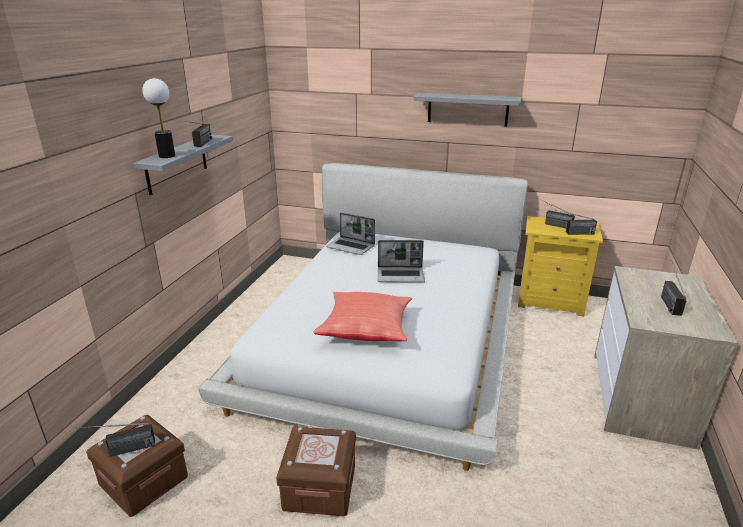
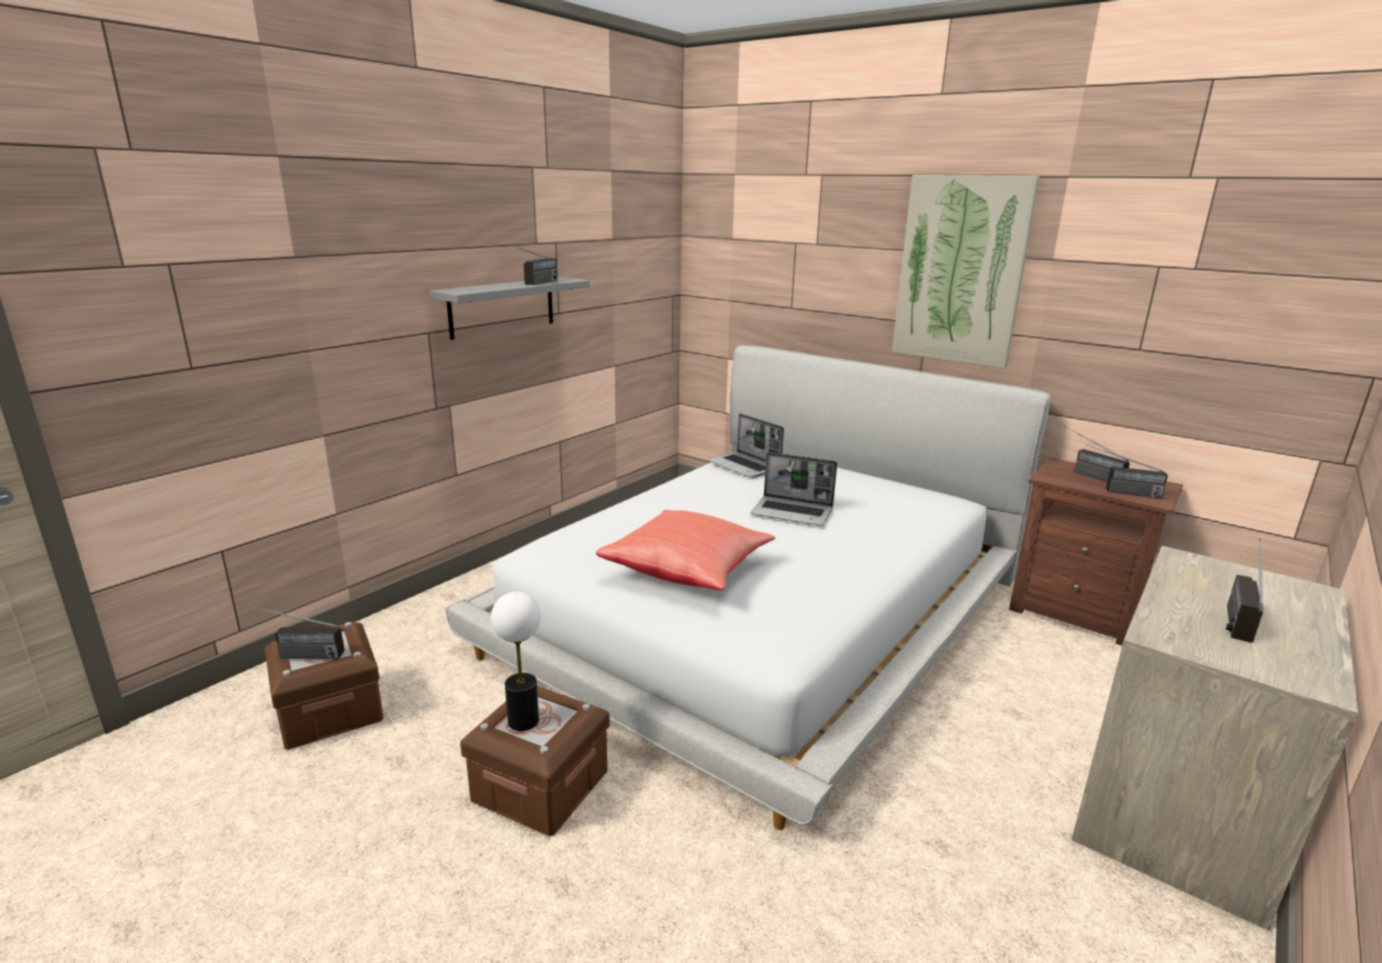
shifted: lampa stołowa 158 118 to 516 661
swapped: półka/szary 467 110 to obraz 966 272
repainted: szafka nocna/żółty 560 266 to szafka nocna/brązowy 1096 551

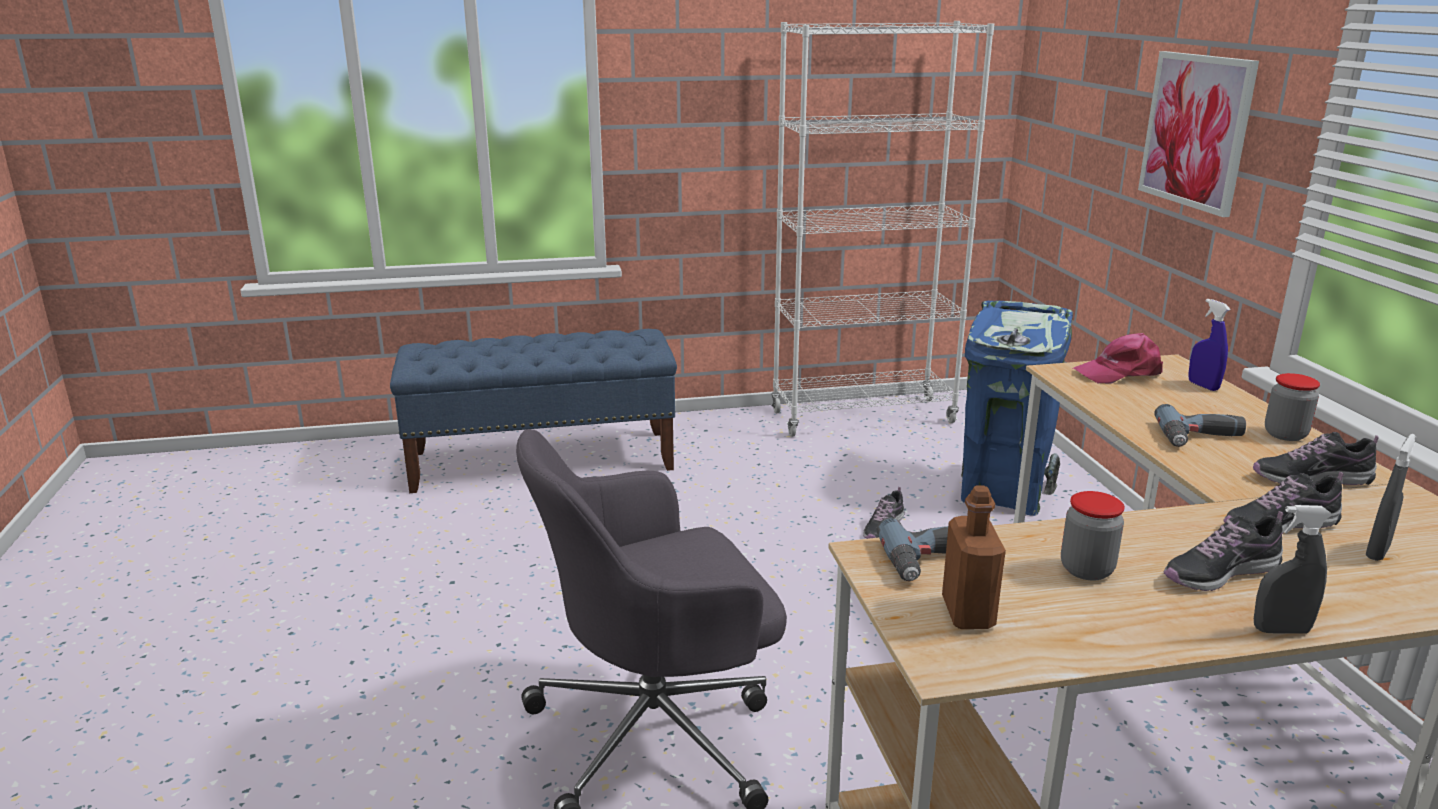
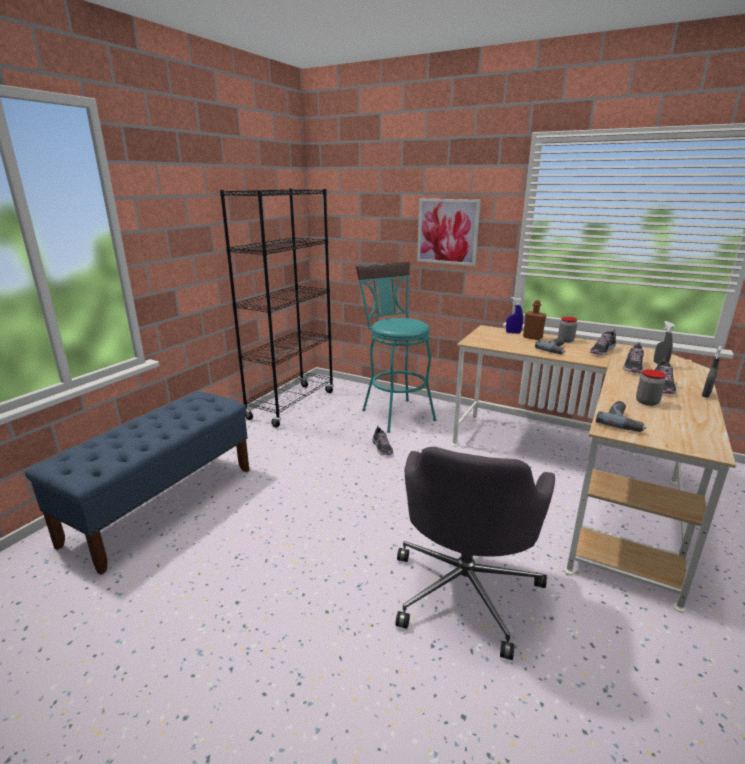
gone: czapka z daszkiem/różowy 1118 358
shifted: butelka/brązowy 974 557 to 534 320
swapped: kosz na śmieci/niebieski 1017 408 to stołek/turkusowy 396 347
repainted: regał/biały 882 229 to regał/czarny 277 308

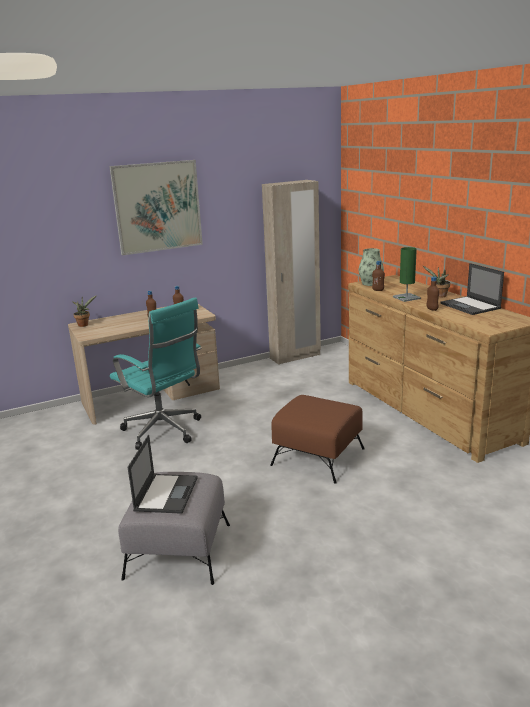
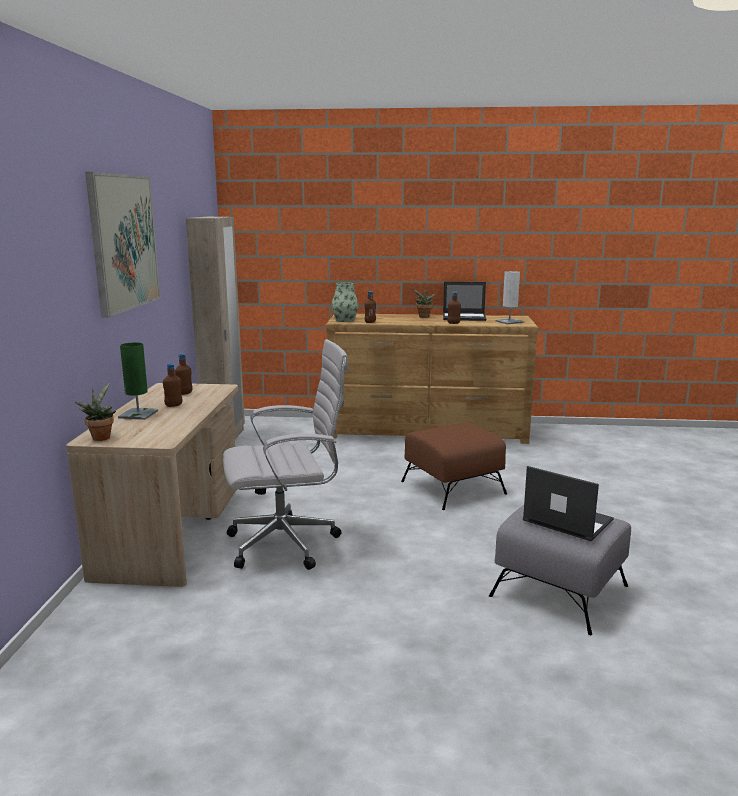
new: lampa stołowa/biały 509 297
shifted: lampa stołowa/zielony 407 274 to 138 381
repainted: krzesło biurowe/turkusowy 156 373 to krzesło biurowe/biały 286 454

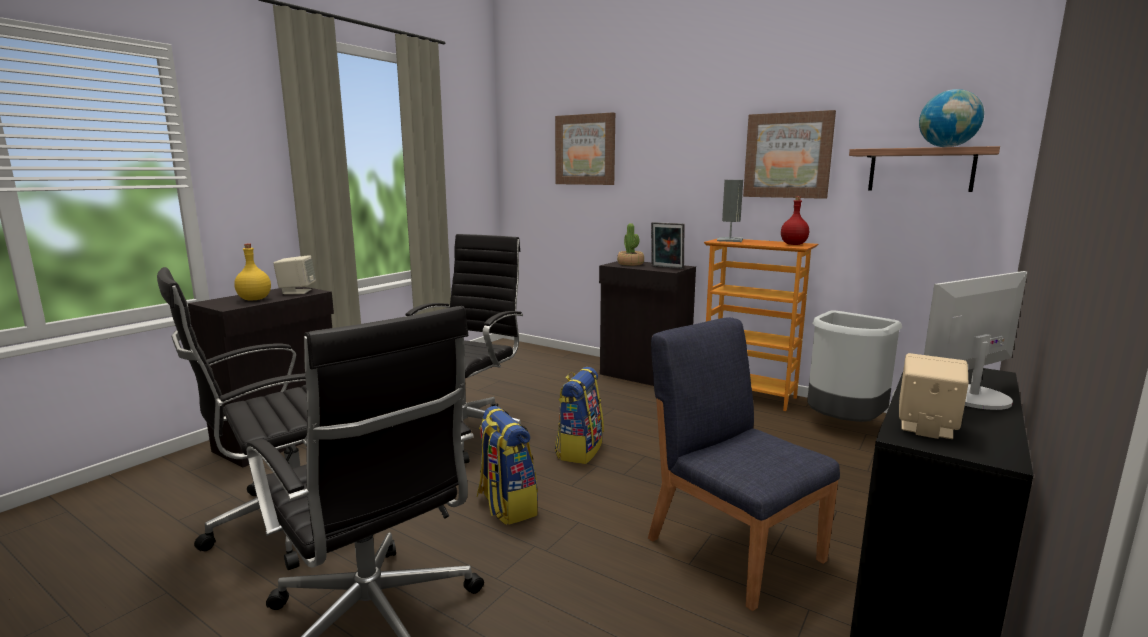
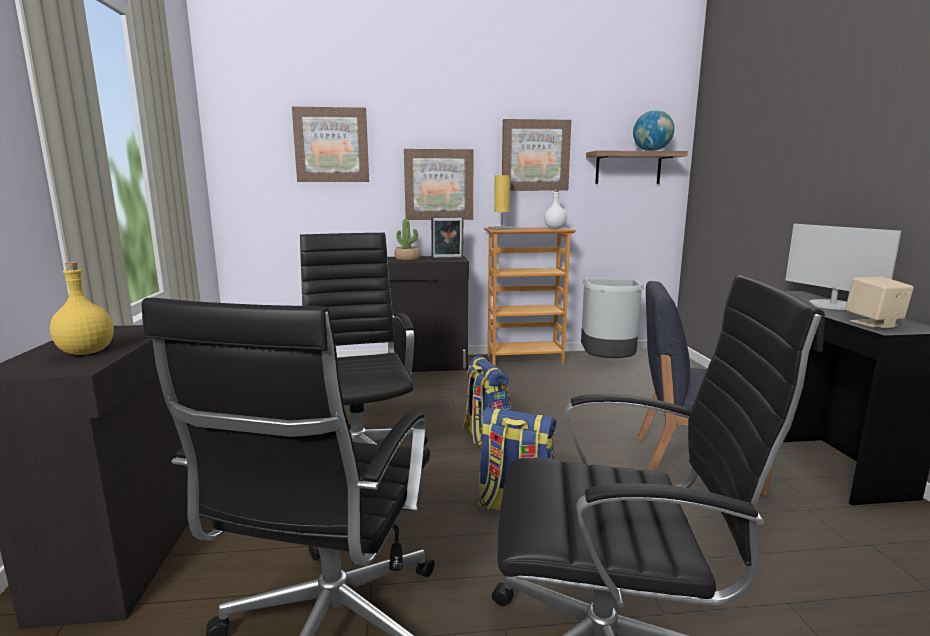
gone: głośnik/beżowy 294 274
new: obraz 438 184
repainted: lampa stołowa/szary 730 211 to lampa stołowa/żółty 502 202; butelka/czerwony 795 221 to butelka/biały 555 209
rotated: monitor 976 340 = 843 267 45 degrees counterclockwise

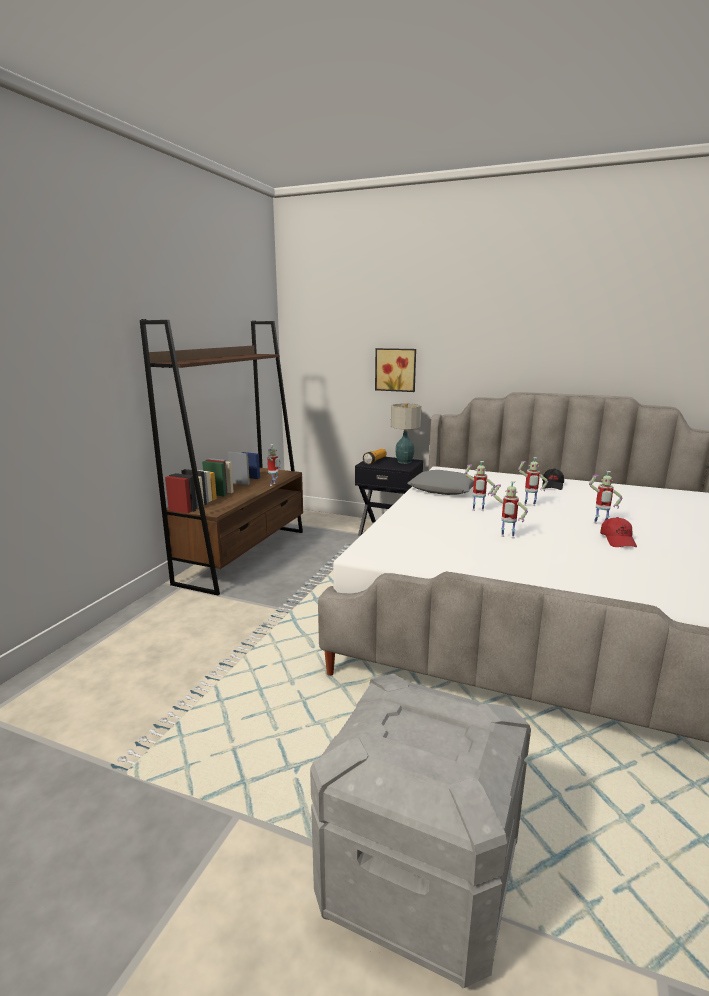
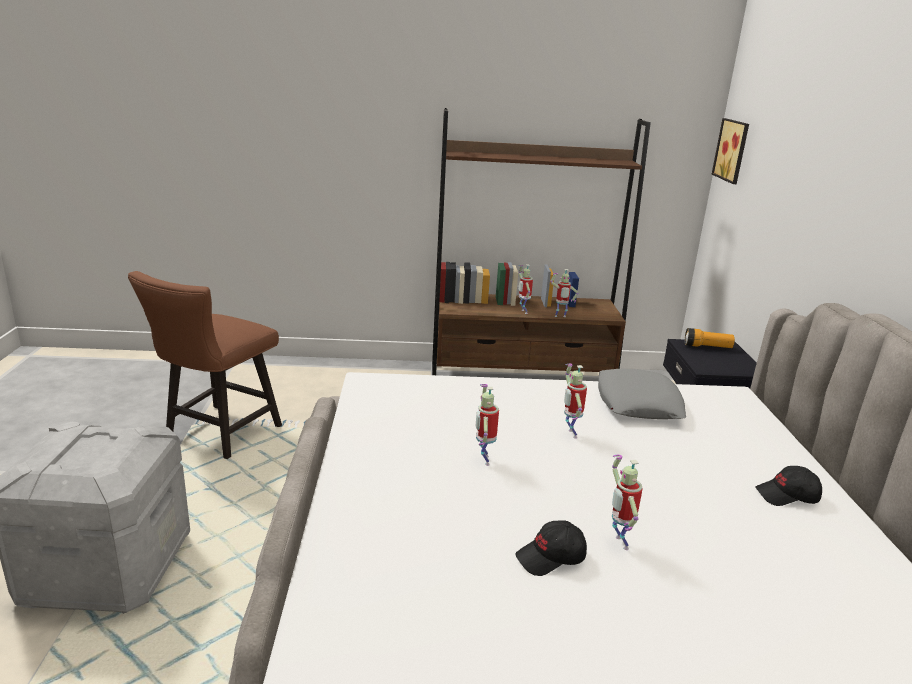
gone: lampa stołowa 406 433
new: krzesło/brązowy 205 365
shifted: obraz 395 370 to 730 151; robot zabawkowy 533 481 to 526 289
repainted: czapka z daszkiem/czerwony 618 532 to czapka z daszkiem/czarny 551 548

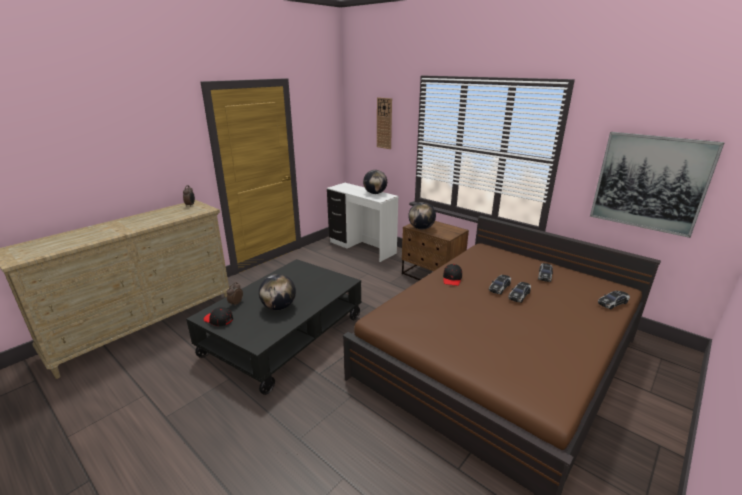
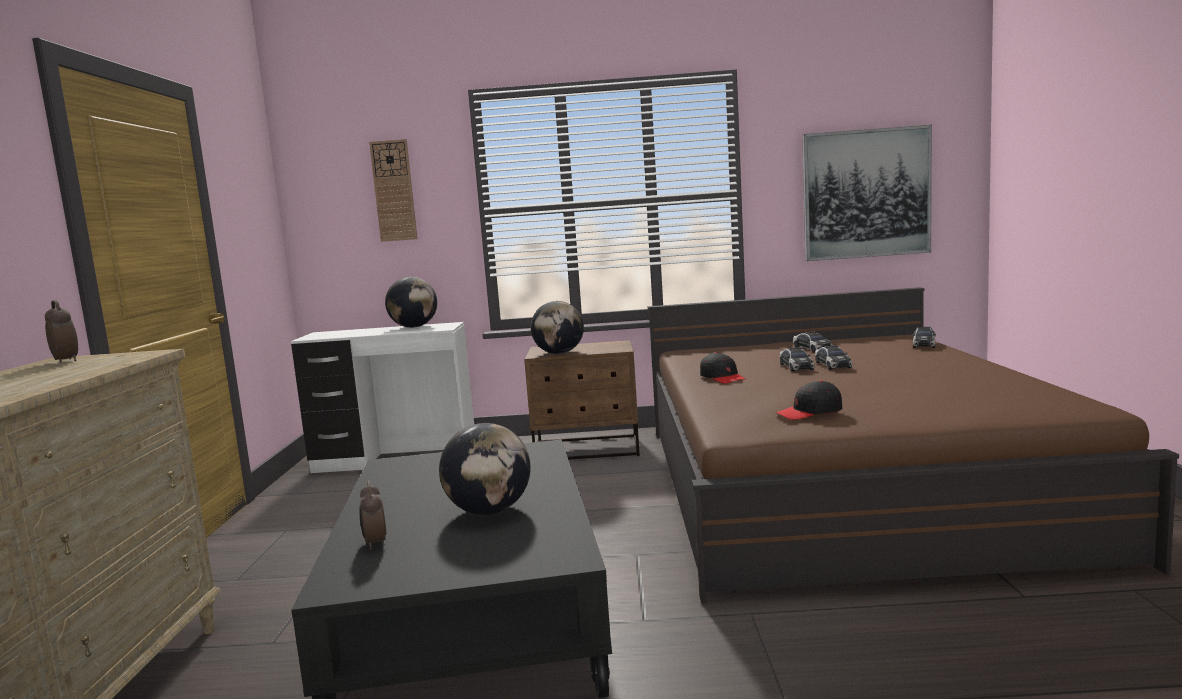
shifted: czapka z daszkiem/czarny 218 316 to 809 400

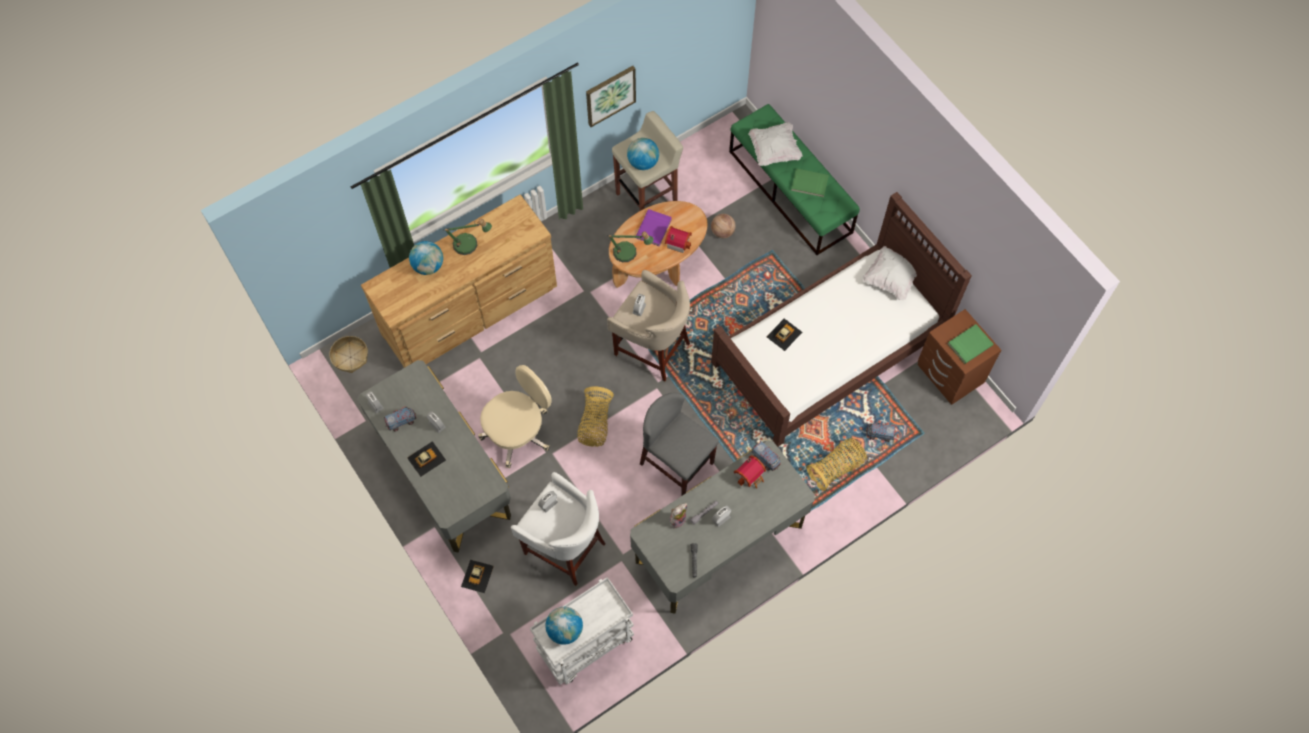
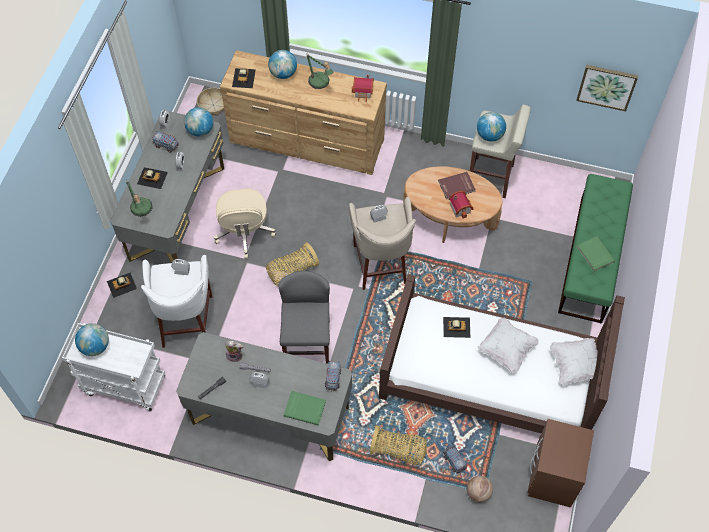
new: globus 198 122; samochodzik 244 78
shifted: obraz 611 96 to 607 88; lampa stołowa 630 246 to 139 198; piłka do koszykówki 723 226 to 480 489; domek 750 472 to 363 88; poduszka/biały 775 144 to 508 345; książka/zielony 970 344 to 305 408
repainted: książka/fioletowy 654 227 to książka/czerwony 457 186
rotated: krzesło biurowe/beżowy 515 416 = 245 223 75 degrees clockwise

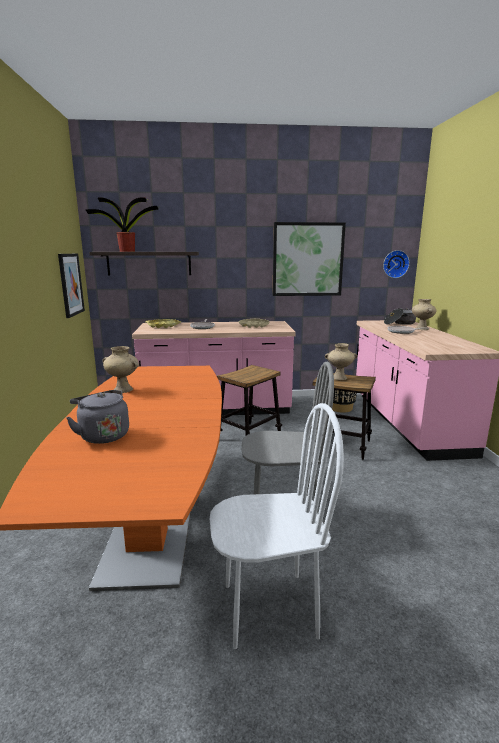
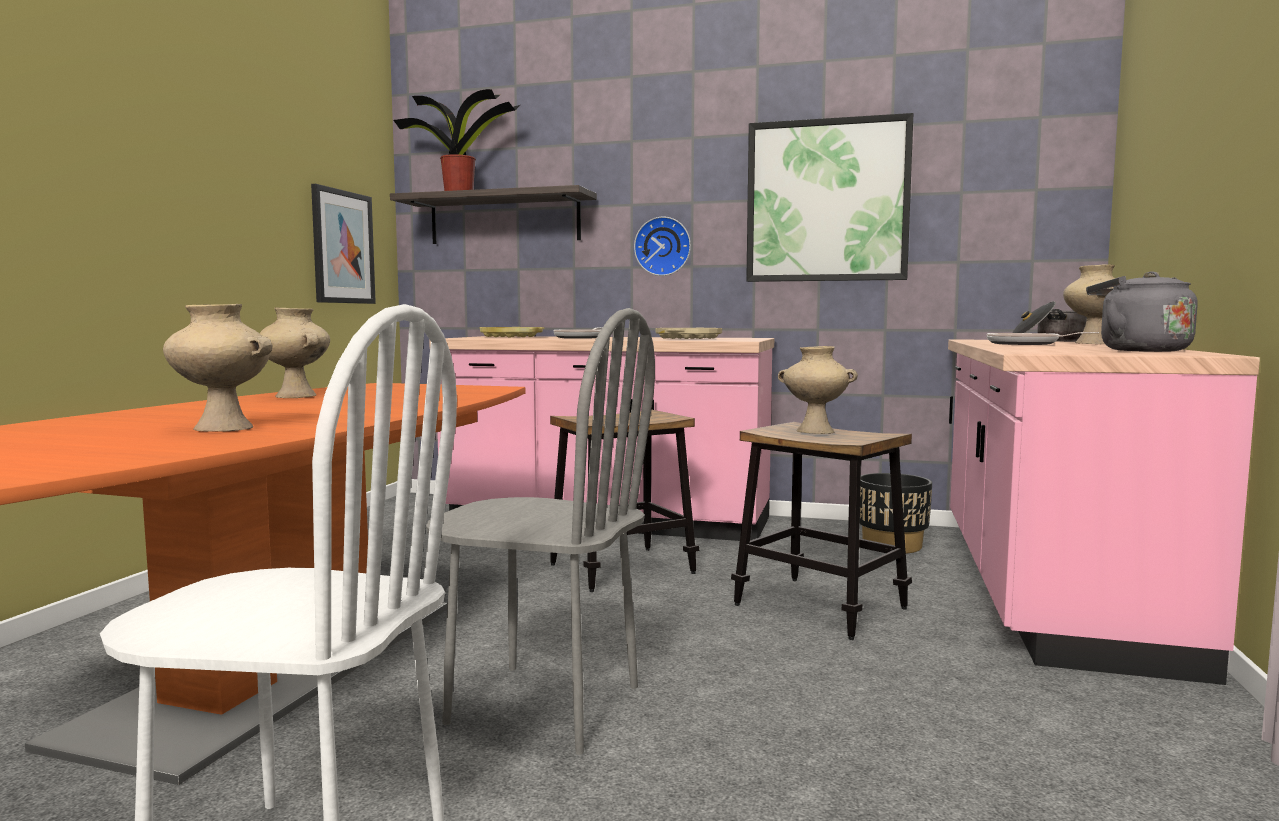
new: wazon/beżowy 218 368
shifted: czajnik/szary 97 417 to 1142 311; zegar ścienny 396 264 to 662 246

